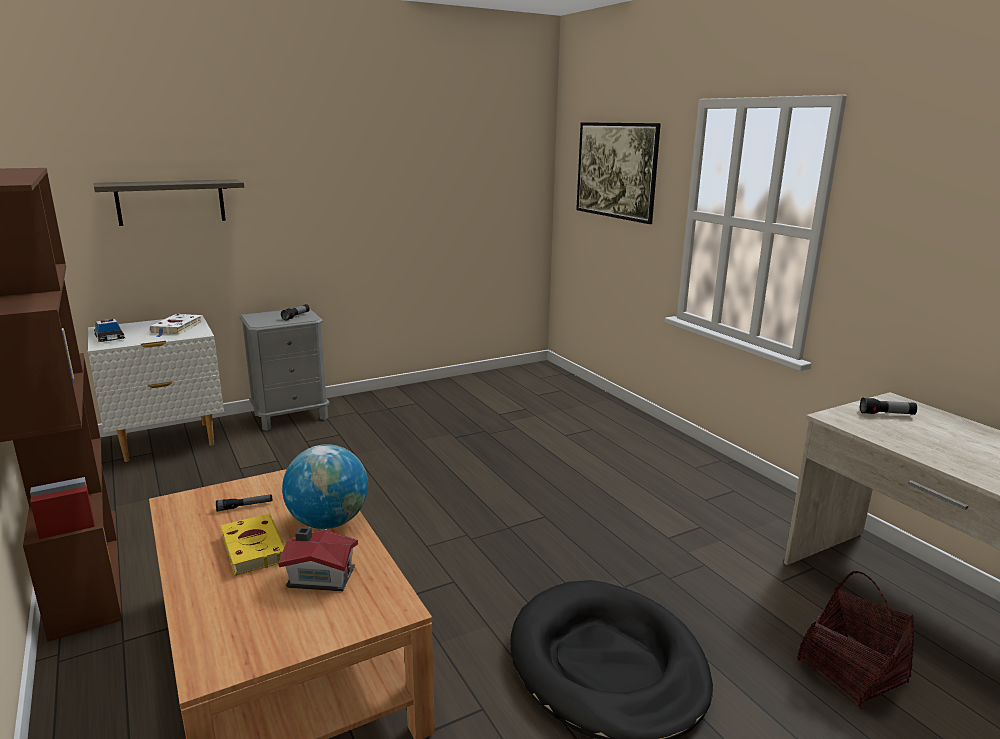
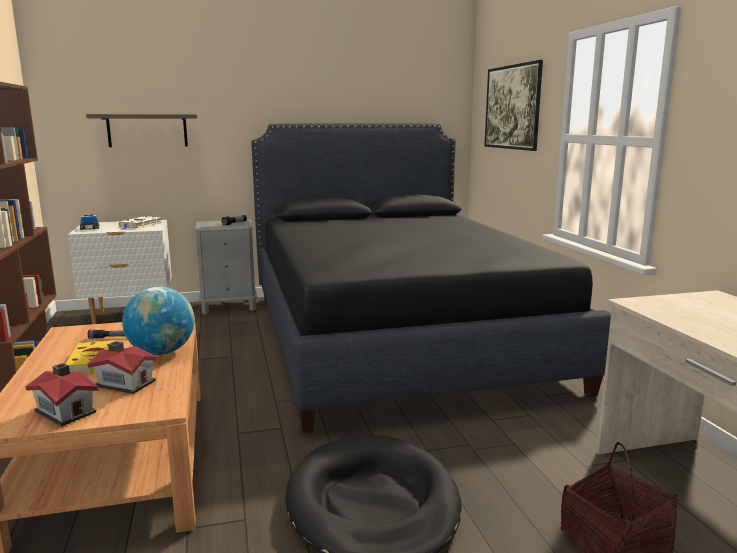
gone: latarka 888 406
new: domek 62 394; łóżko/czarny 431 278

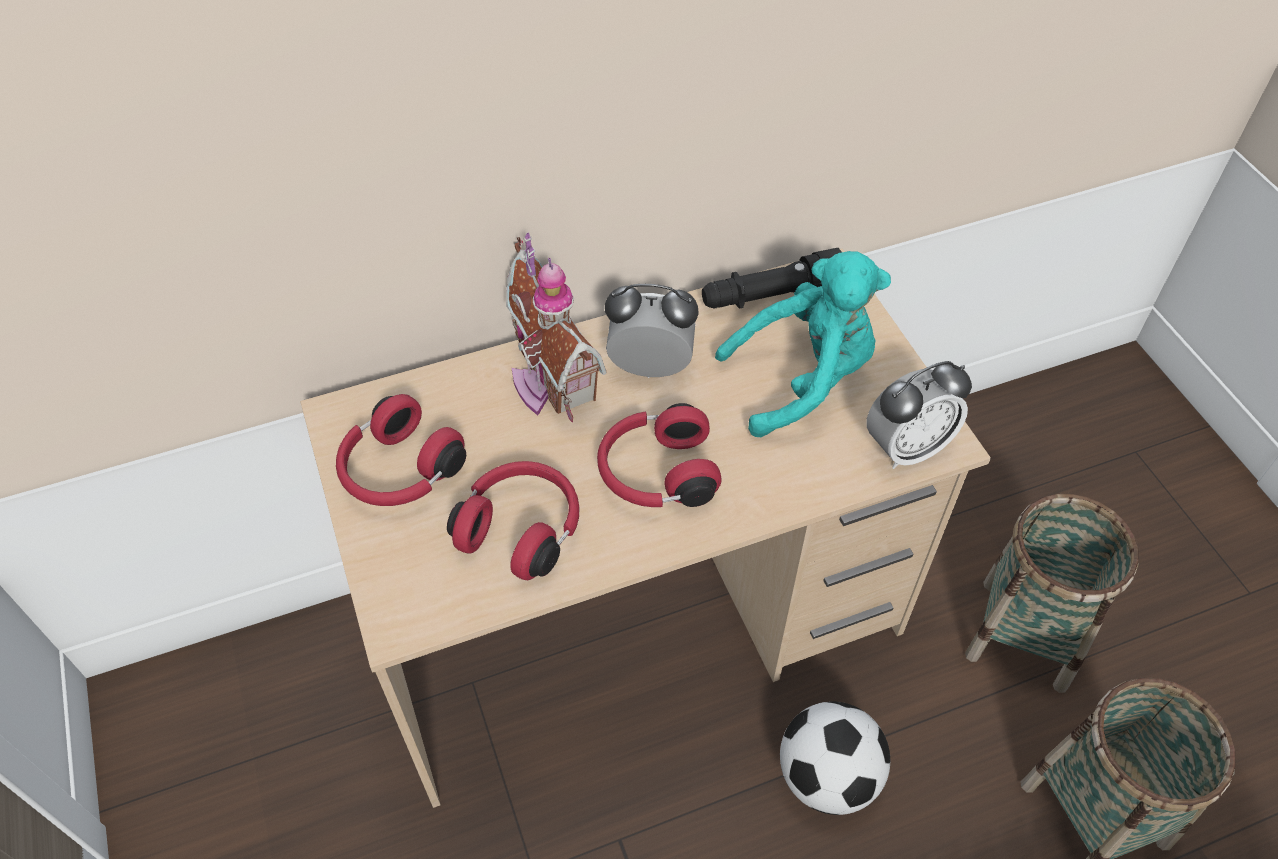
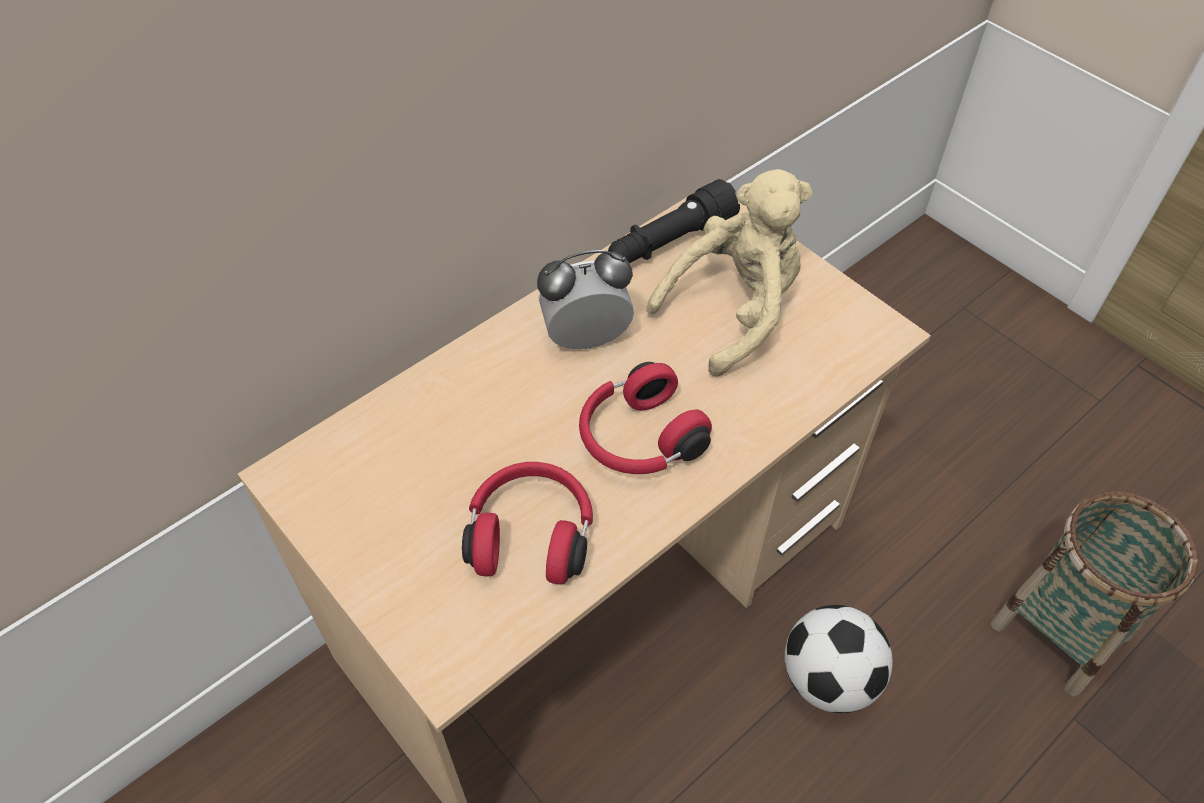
gone: słuchawki/czerwony 401 450; domek 556 327; budzik 919 415; koszyk 1052 593
repainted: pluszak/turkusowy 803 344 to pluszak/beżowy 729 272

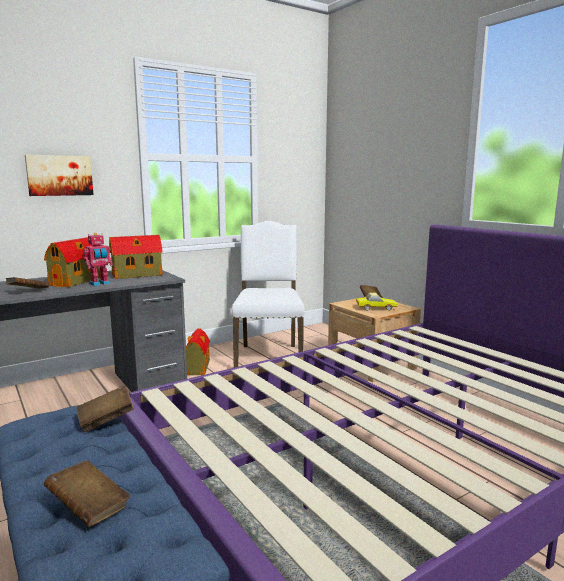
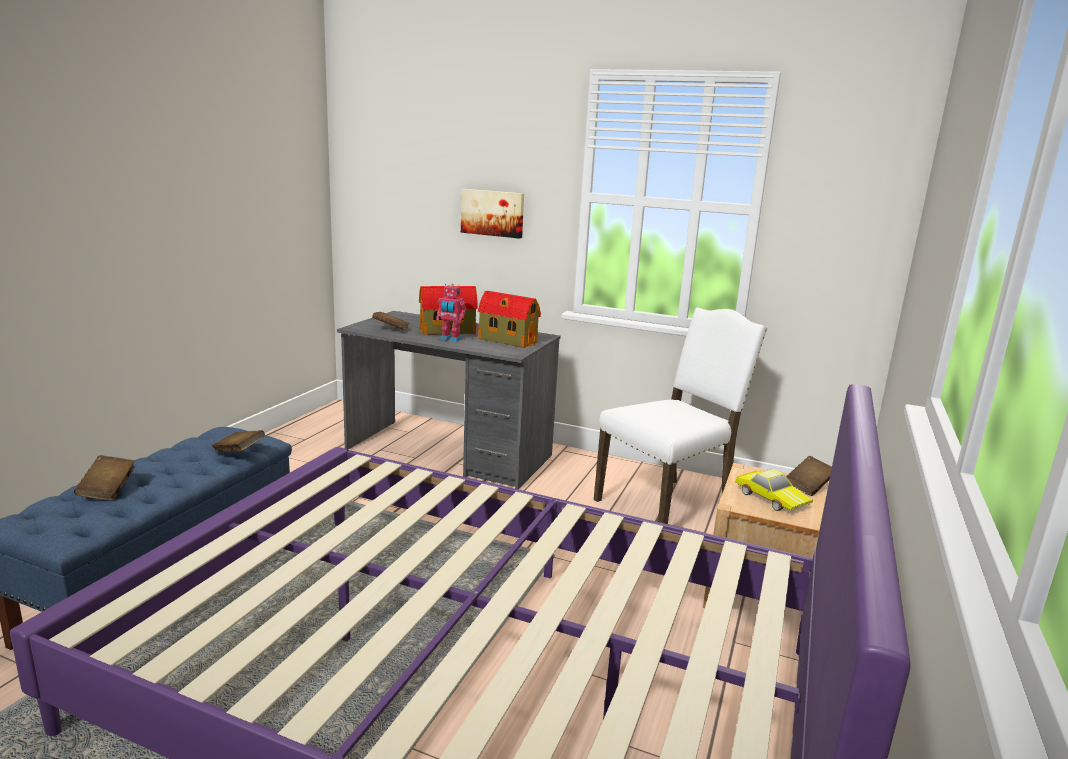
gone: domek 198 352

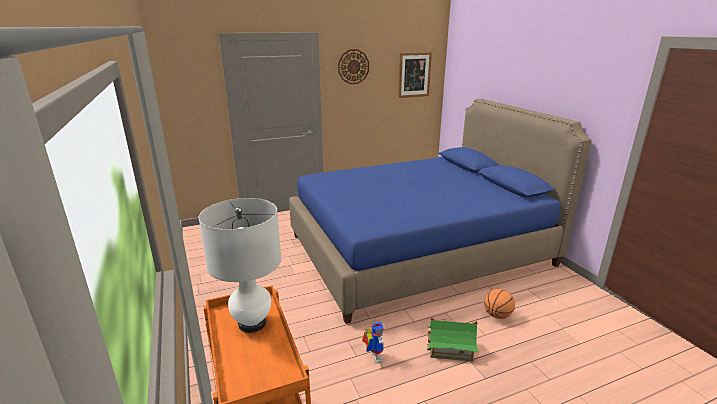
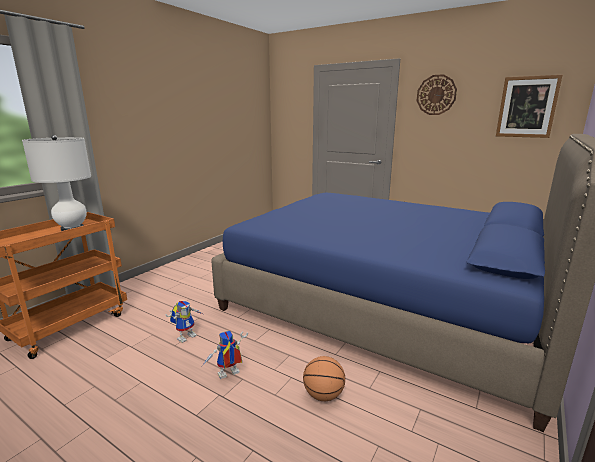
swapped: domek 453 340 to robot zabawkowy 225 355

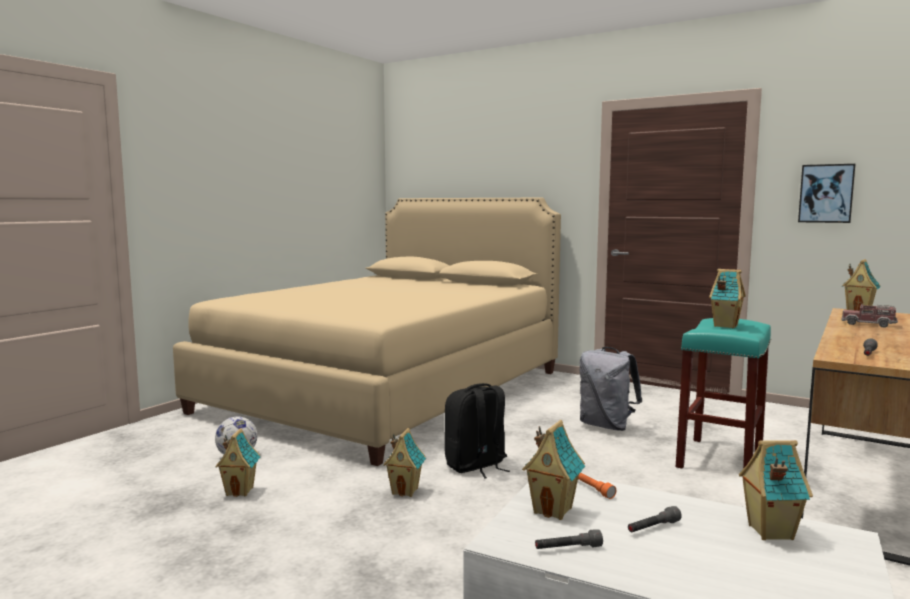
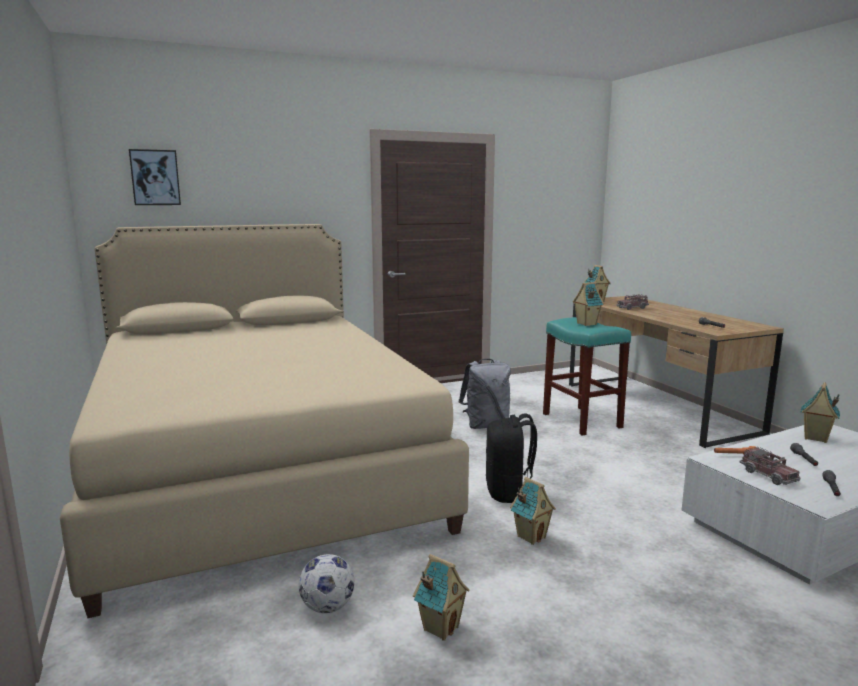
shifted: obraz 826 193 to 155 177
swapped: domek 553 470 to ciężarówka zabawkowa 769 466

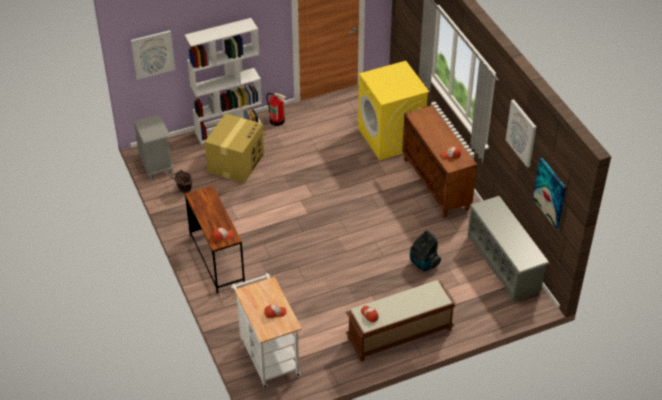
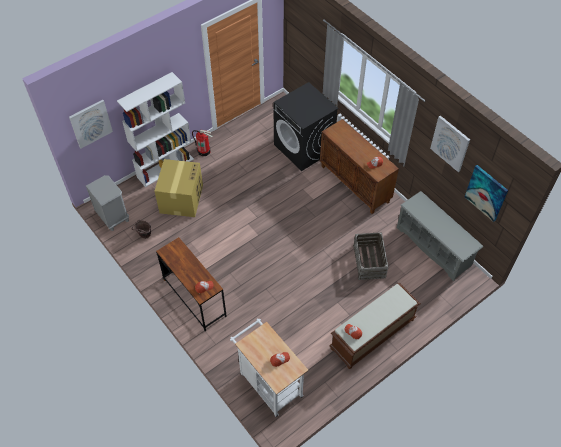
swapped: odkurzacz 425 250 to skrzynka 370 256
repainted: pralka/żółty 393 110 to pralka/czarny 306 126

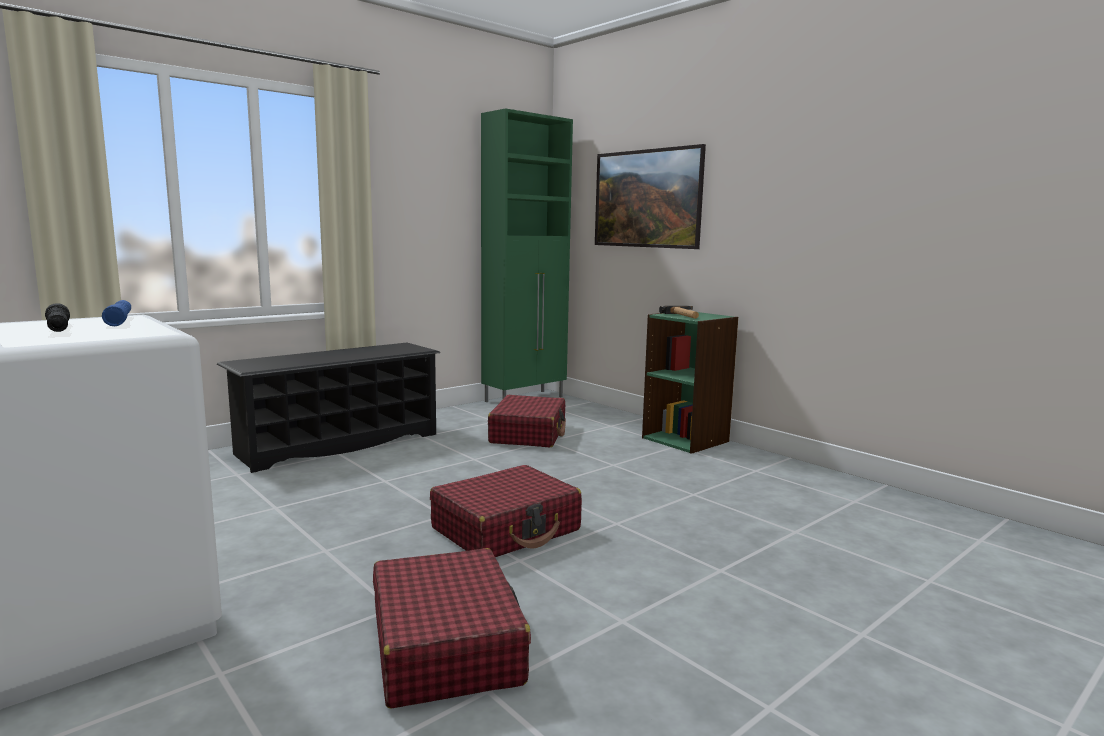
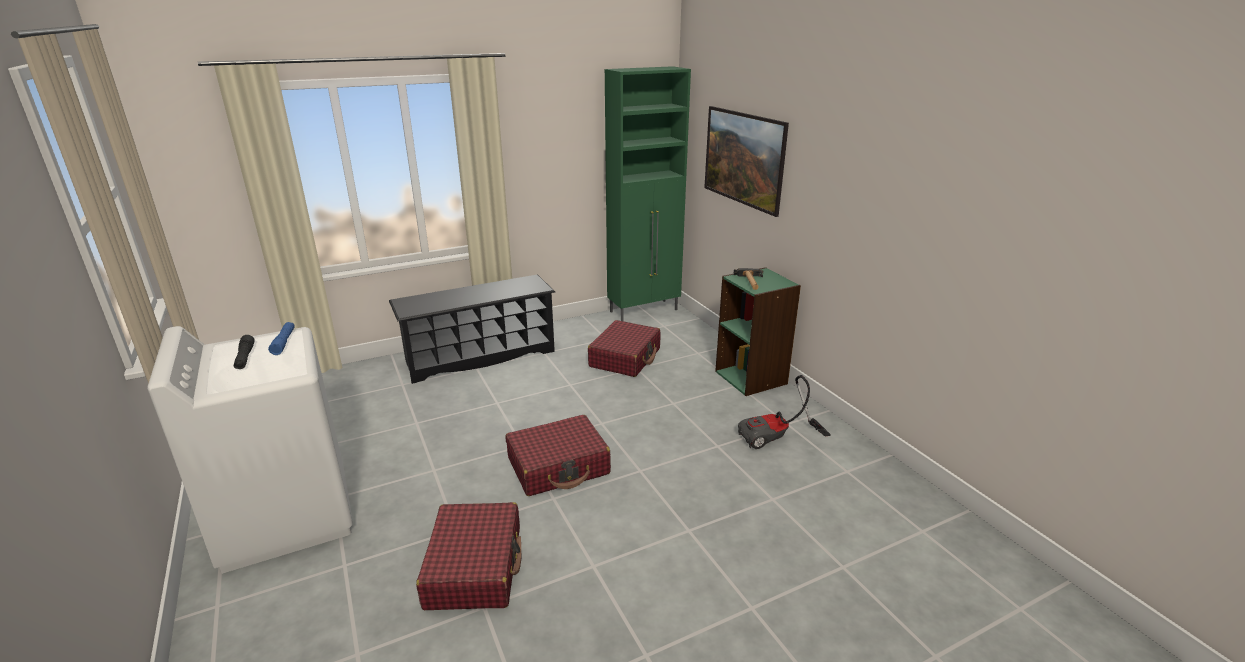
new: odkurzacz 784 412

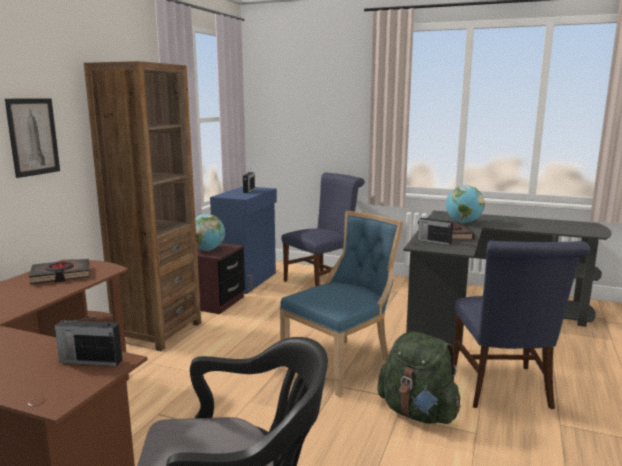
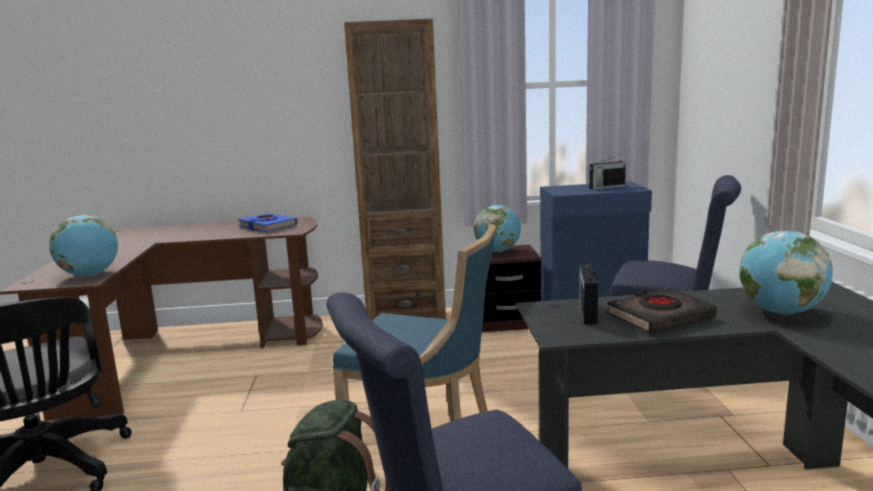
gone: obraz 32 138
swapped: radio 88 340 to globus 83 246
repainted: książka/czarny 59 271 to książka/niebieski 267 222

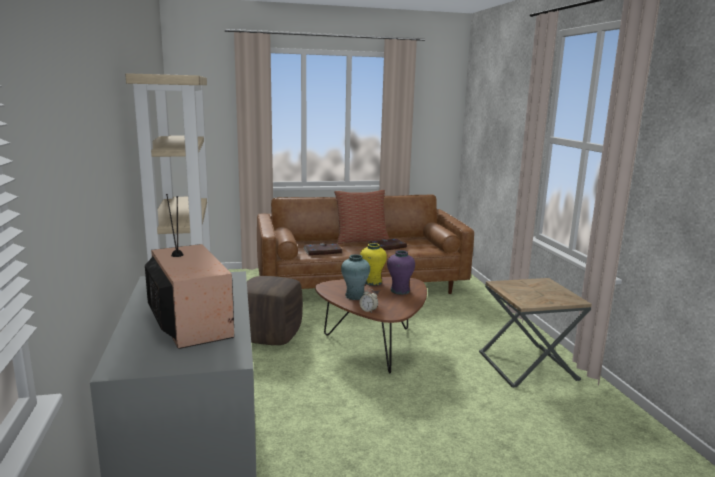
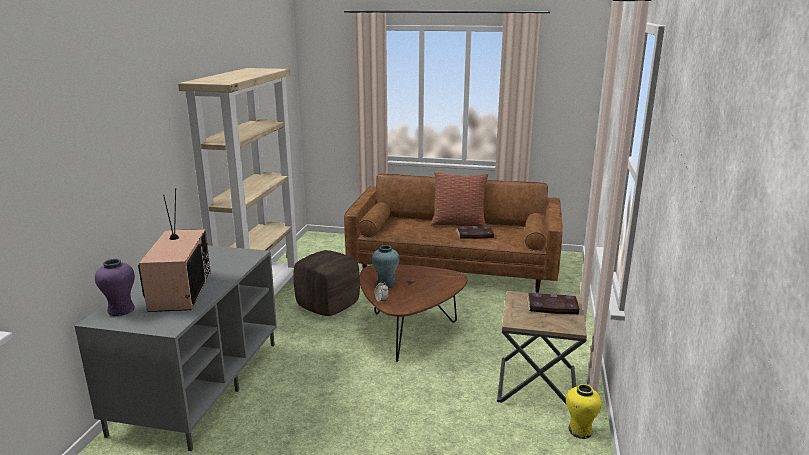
shifted: książka 322 249 to 553 303; wazon/żółty 373 264 to 584 411; wazon/fioletowy 401 272 to 115 287

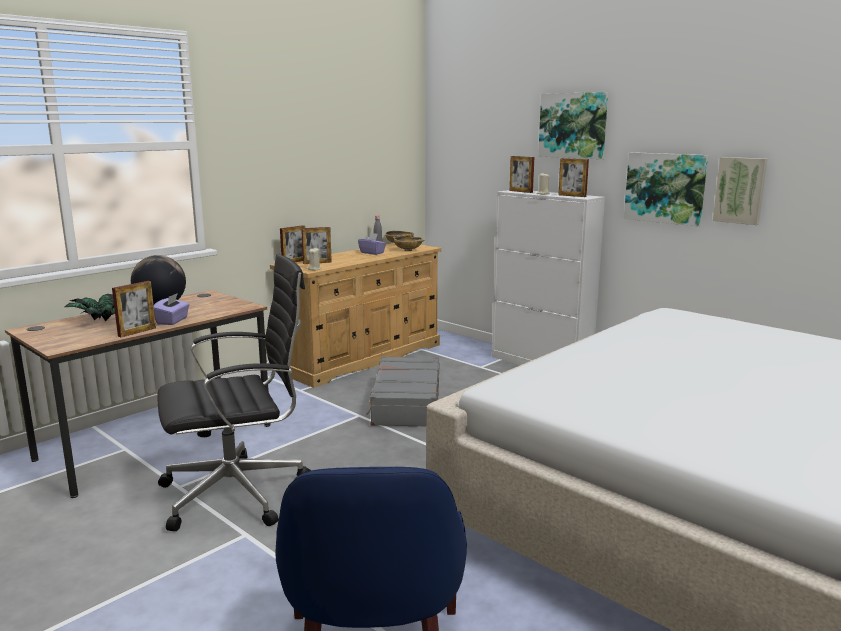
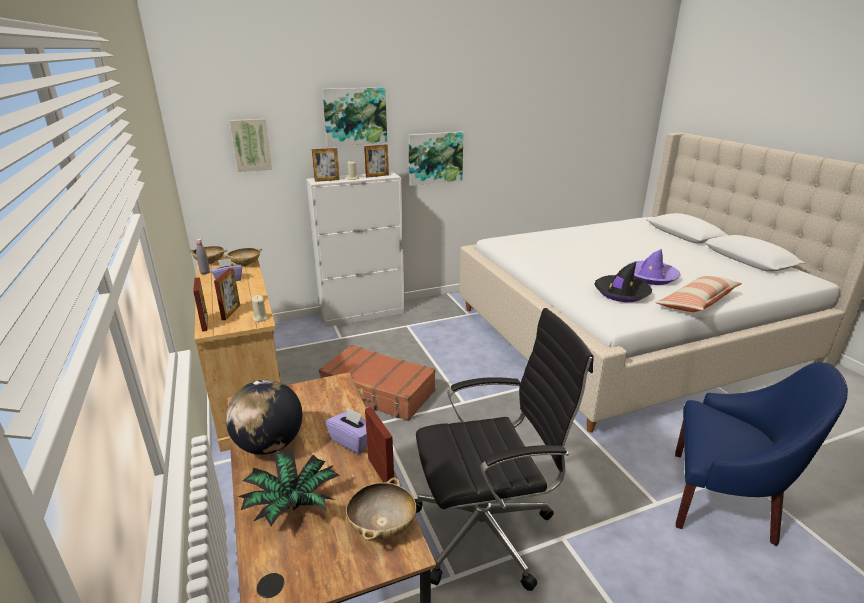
new: miska/beżowy 381 509; kapelusz/czarny 623 281; kapelusz/fioletowy 654 267; poduszka 699 294
shifted: obraz 740 191 to 251 145
repainted: walizka/szary 403 391 to walizka/brązowy 377 383
rotated: krzesło biurowe/czarny 234 392 = 504 449 75 degrees clockwise

